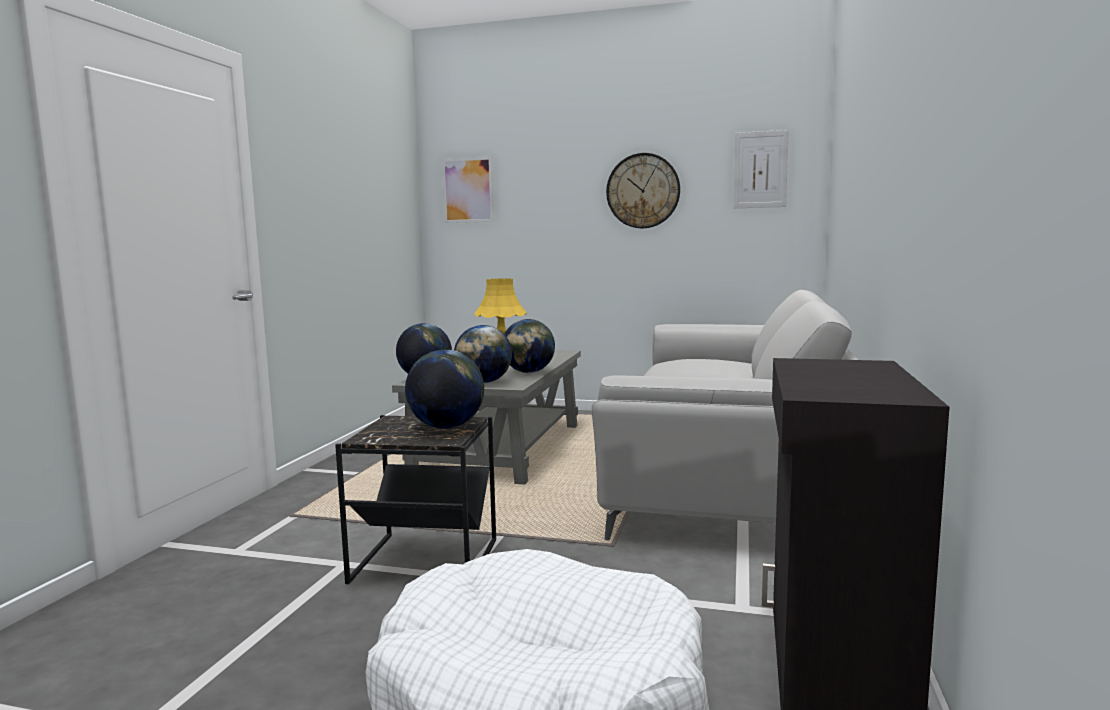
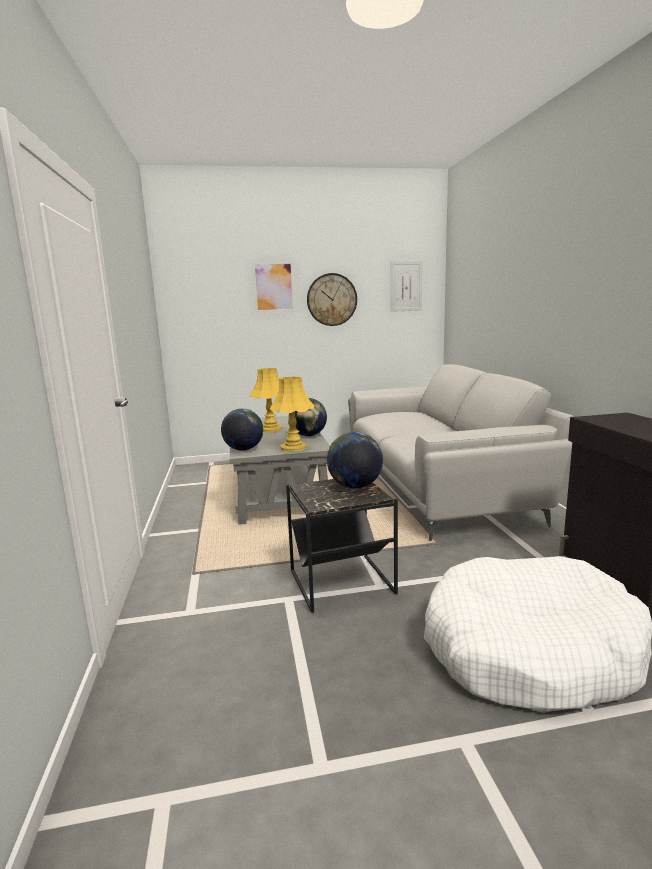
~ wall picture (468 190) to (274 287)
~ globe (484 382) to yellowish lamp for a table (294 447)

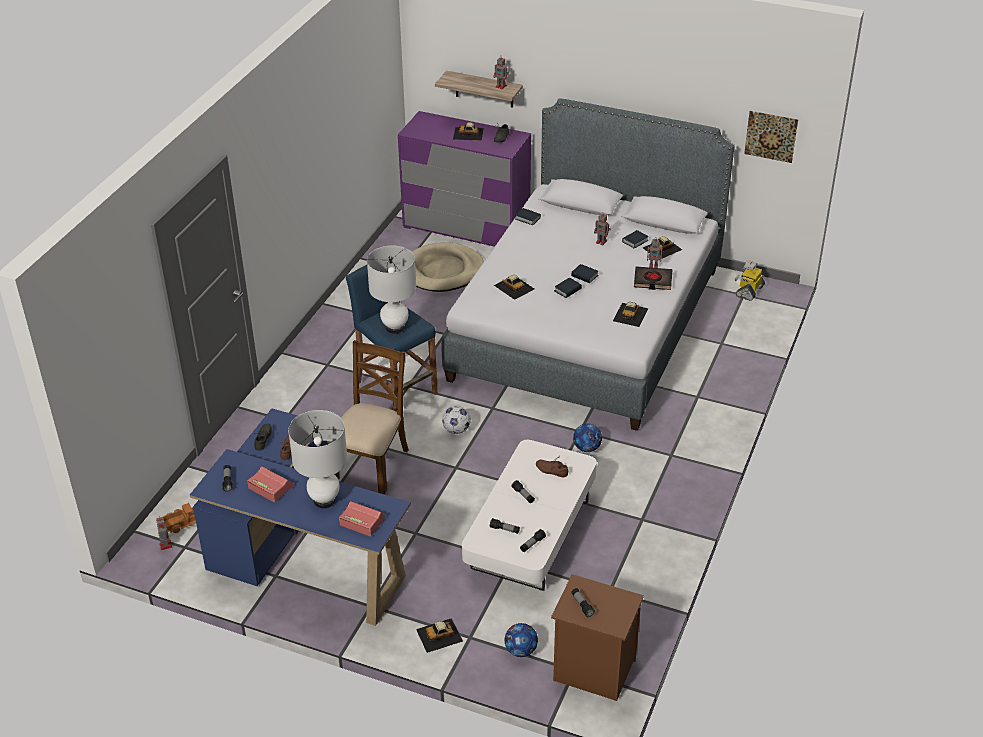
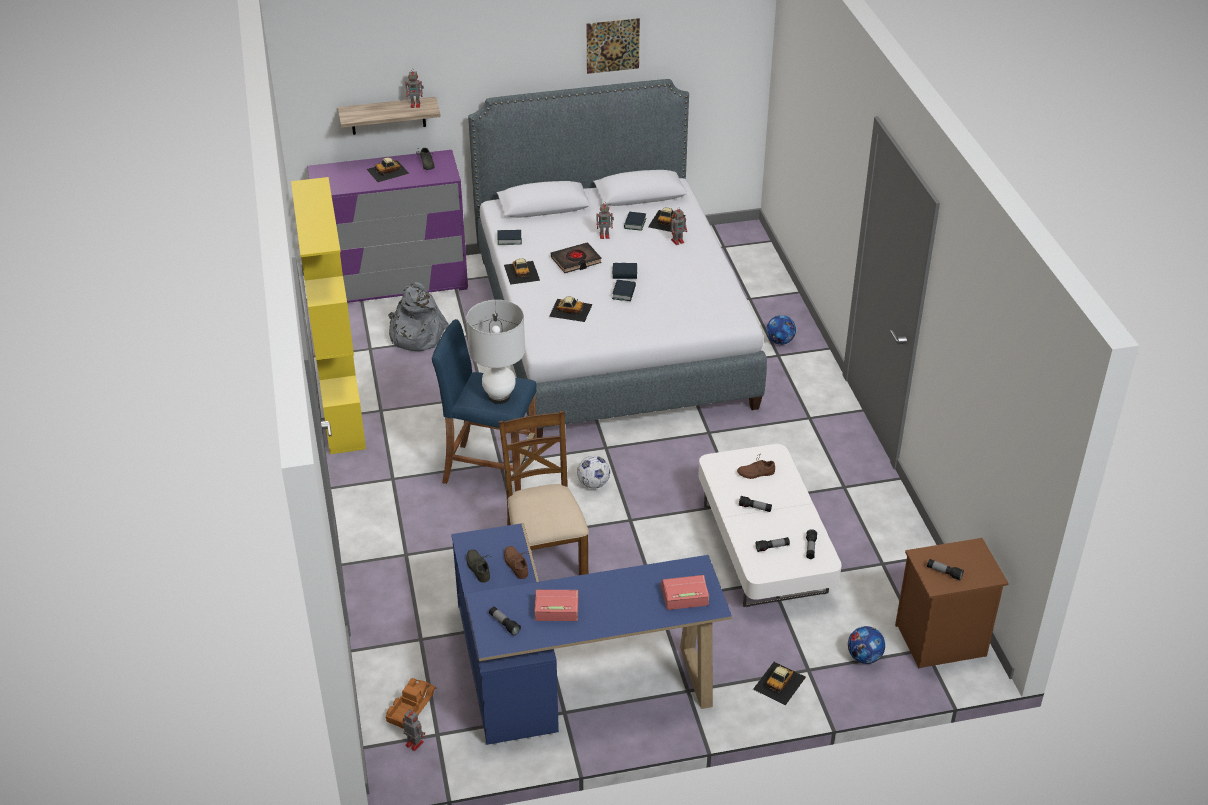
- whitish lamp for a table (324 500)
~ sand-coloured dog bed (442 271) to grey knapsack (416 335)
~ ball for football (587 448) to (780 341)
~ miniature car (630 314) to (522 272)
~ black volume (652 281) to (576 261)
- model robot (749 291)
~ wall picture (771 136) to (613 45)
+ yellowish shelving unit (341 411)

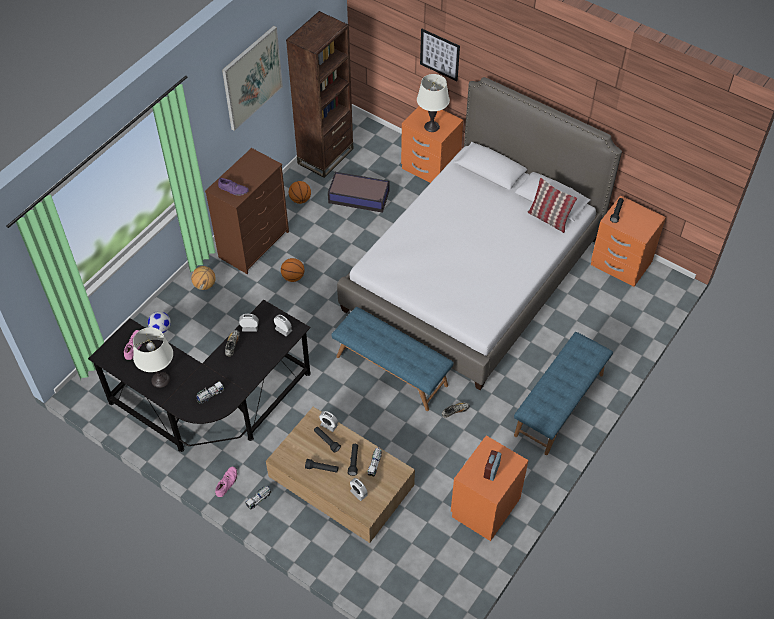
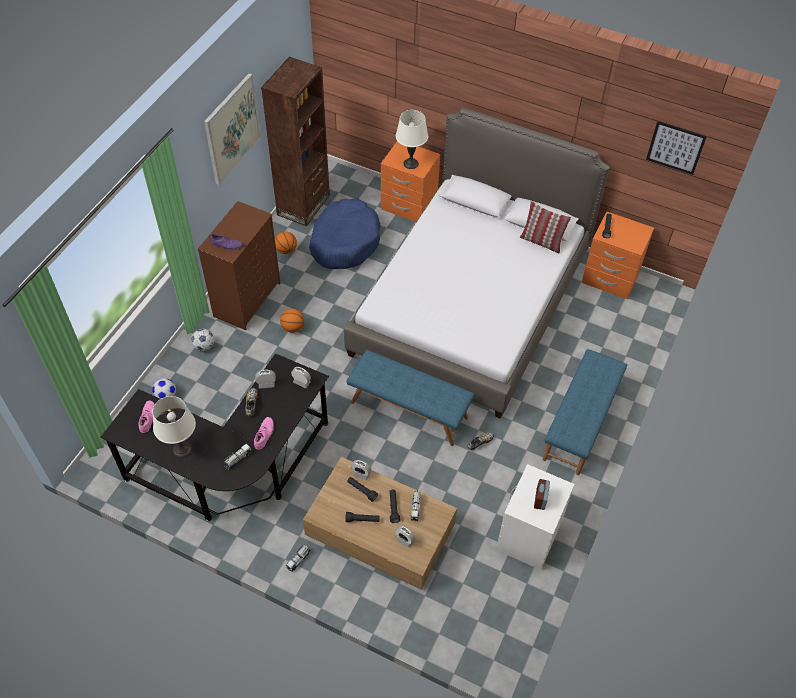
~ basketball ball (205 285) to ball for football (204 346)
~ pinkish low shoe (226 483) to (264 434)
~ storage bin (359 197) to blue dog bed (344 241)
~ wall picture (439 54) to (675 147)
~ orange bedside table (484 506) to whitish bedside table (528 535)

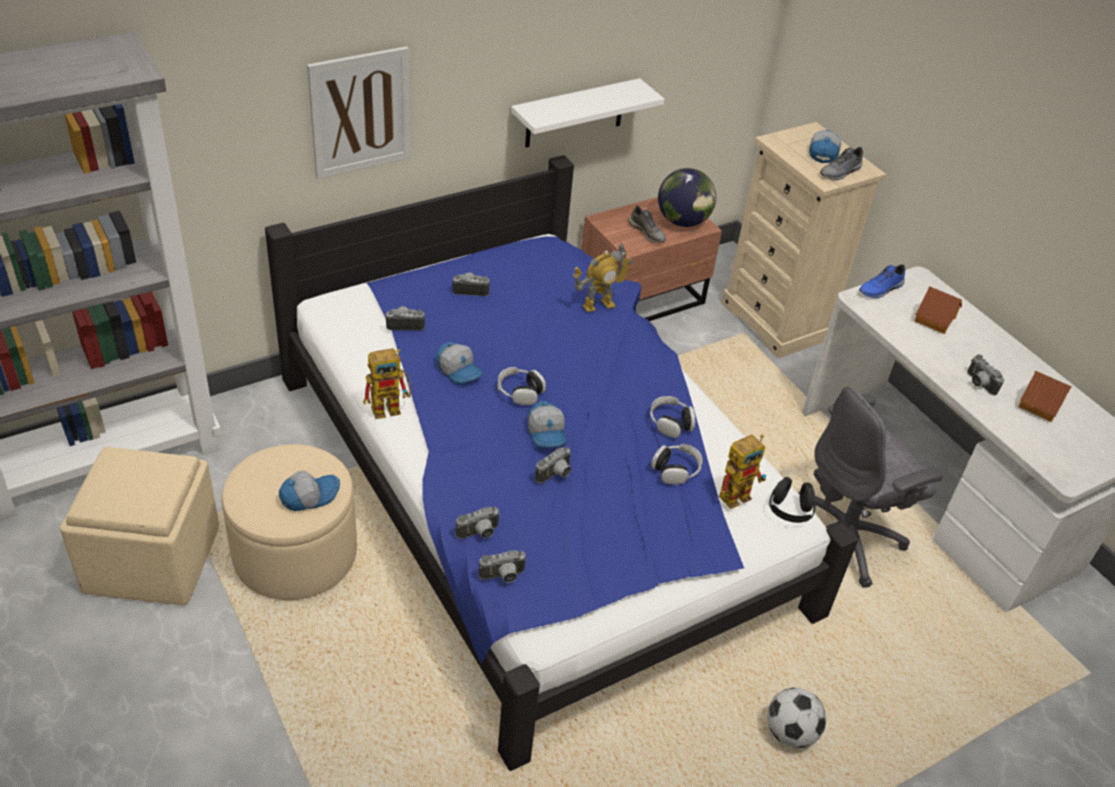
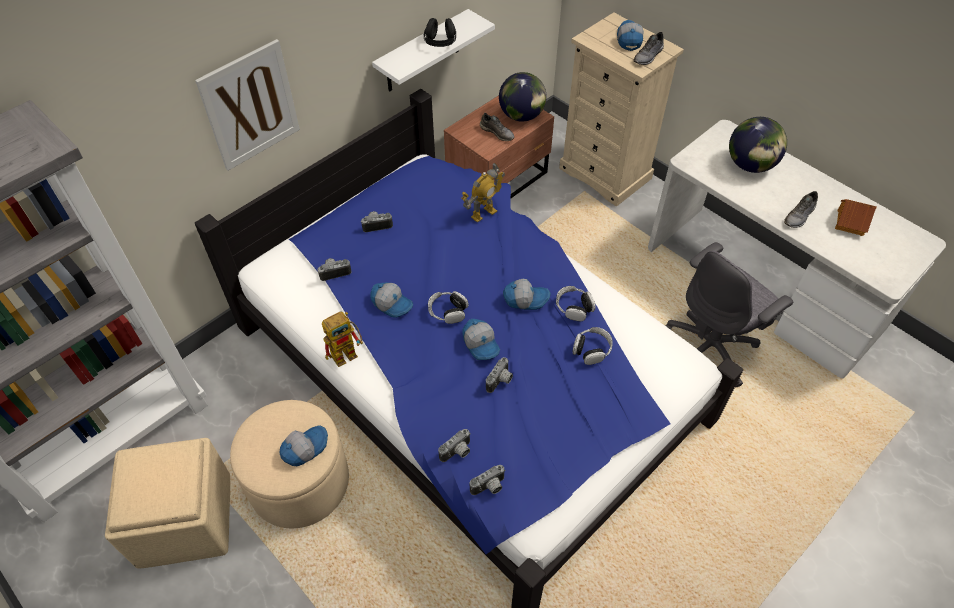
- model robot (738 493)
- ball for football (790 732)
~ black pair of headphones (789 511) to (440 43)
- blue low shoe (881 289)
~ toy house (935 319) to globe (750 165)
~ still camera (978 384) to grey low shoe (800 216)
+ peaked cap (525 298)

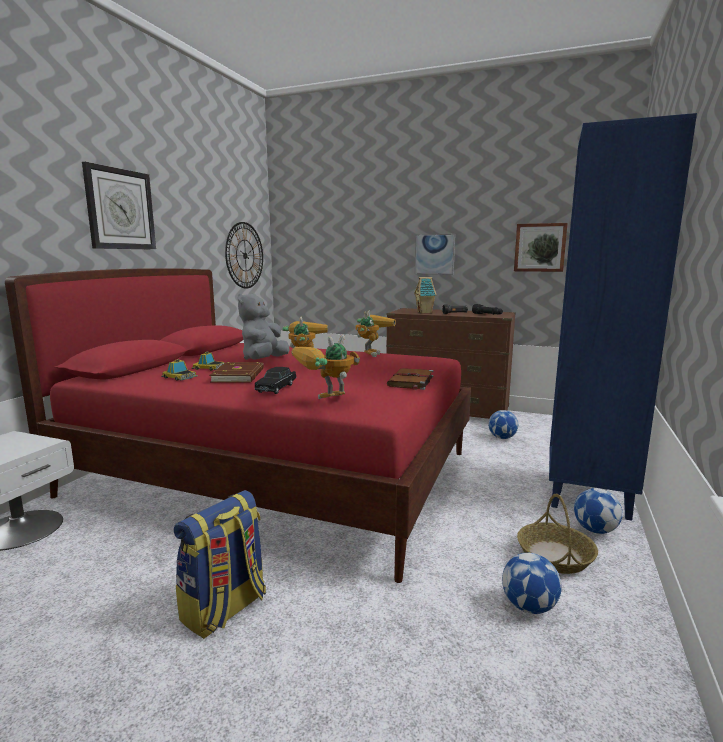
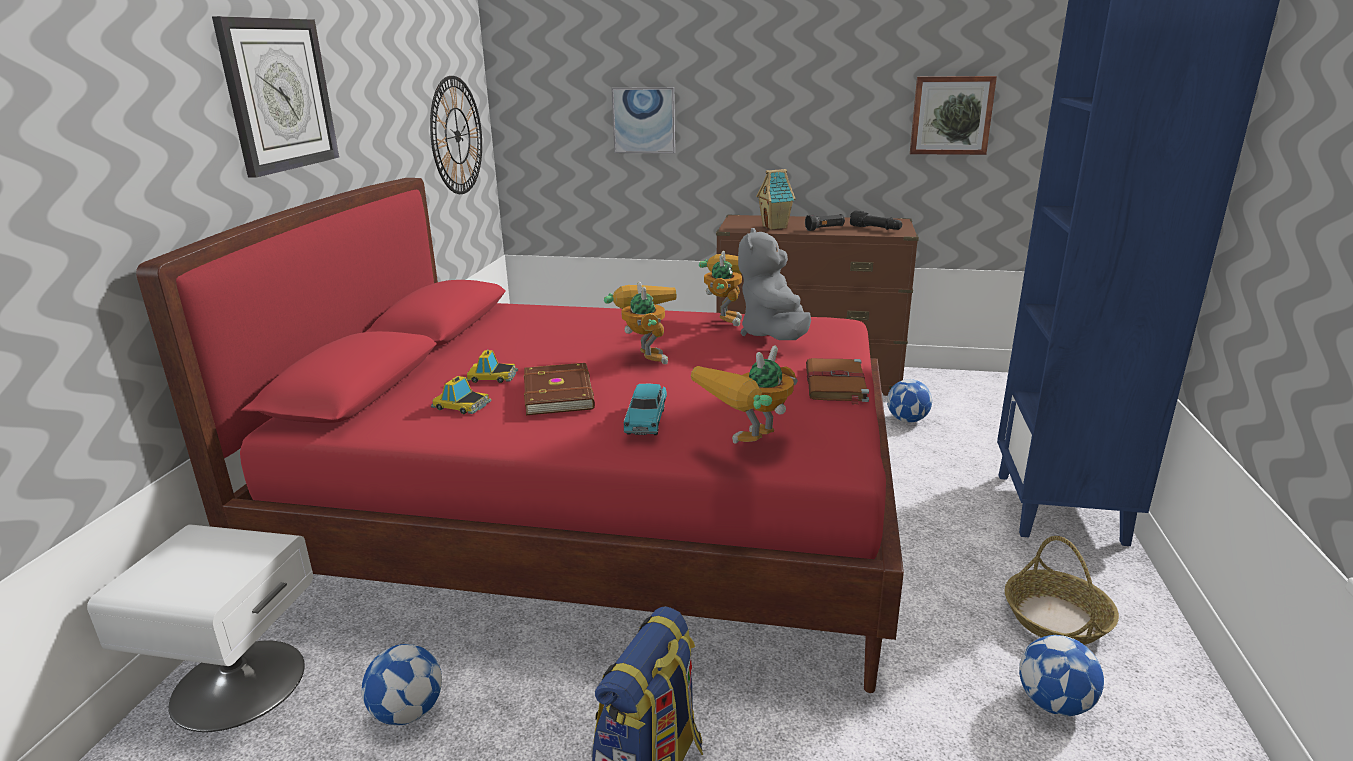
~ grey plush toy (264 360) to (774 335)
~ black miniature car (276 388) to blue-green miniature car (646 421)
~ wall picture (434 254) to (644 120)
~ ball for football (595 530) to (407 712)

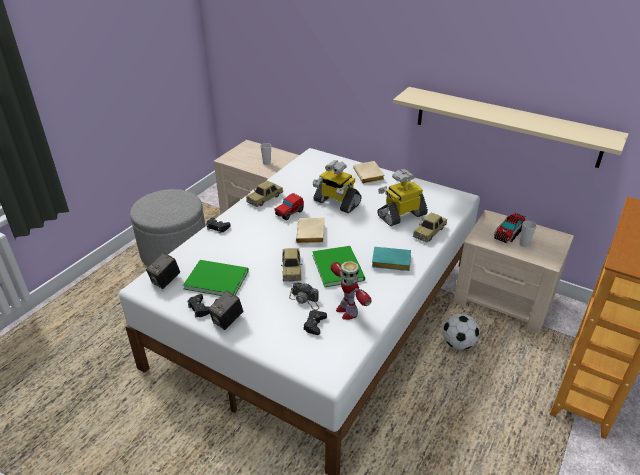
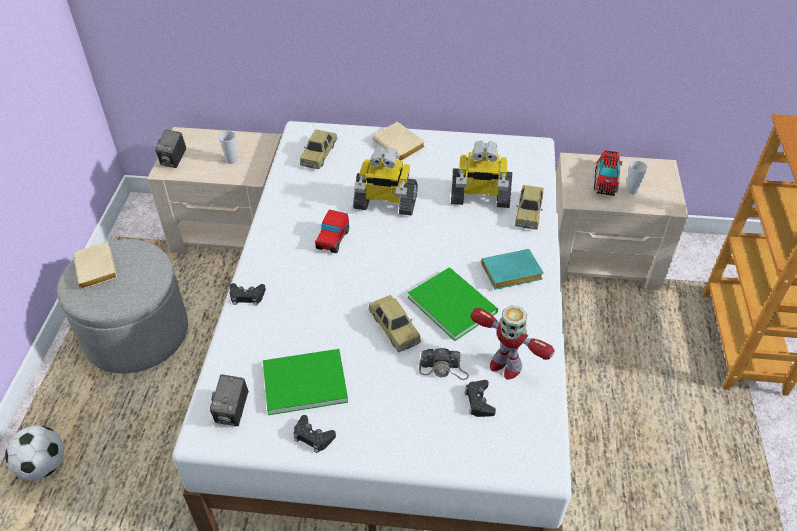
~ still camera (227 321) to (174 160)
~ miniature car (265 198) to (319 154)
~ sand-coloured volume (312 234) to (98 269)
~ model robot (401 215) = (479 197) 120 degrees counterclockwise
- sand-coloured shelf (506 126)
~ ball for football (458 344) to (43 466)

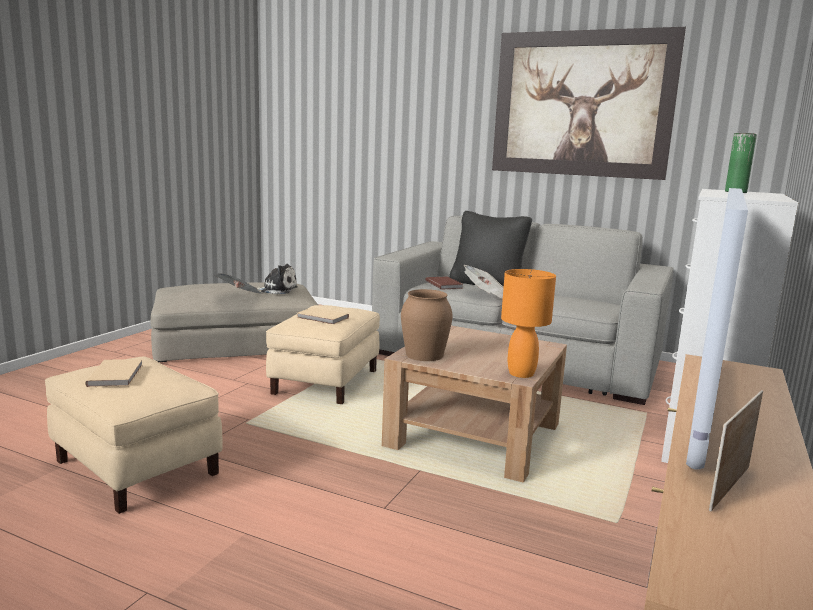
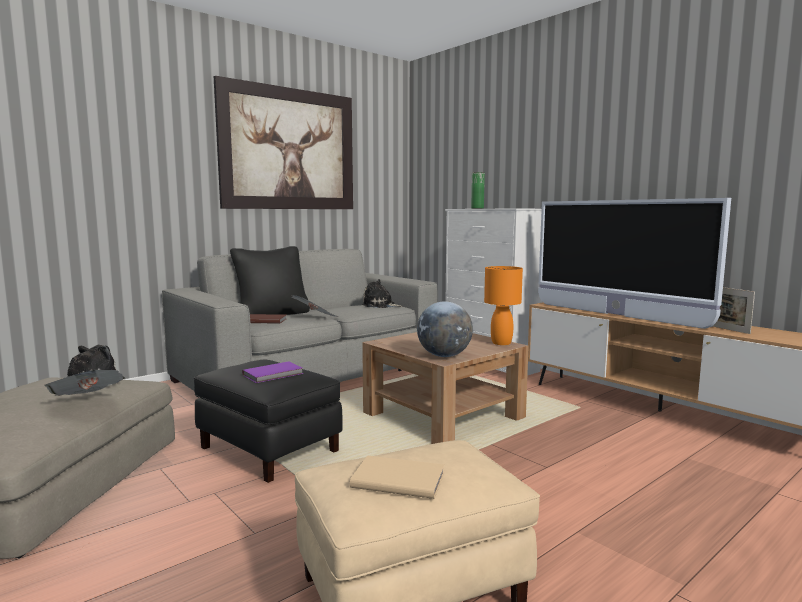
~ sand-coloured ottoman (325 382) to black ottoman (268 450)
~ sand-coloured volume (322 318) to purple-coloured volume (274 374)
~ brownish decorative vase (424 355) to globe (444 356)
+ plush toy (380 305)

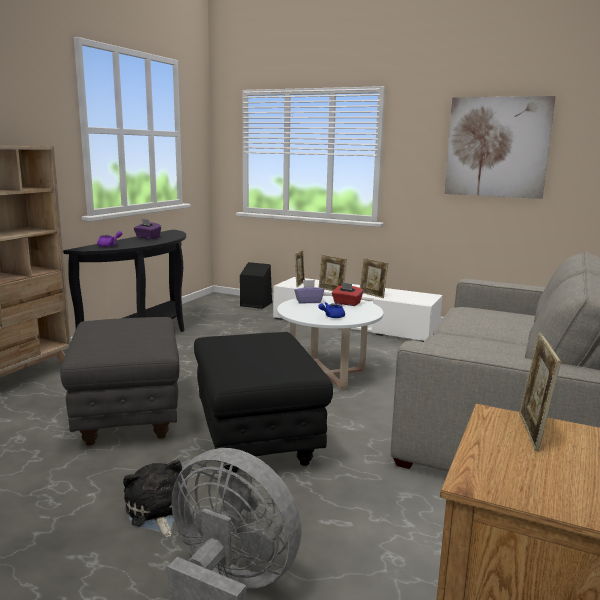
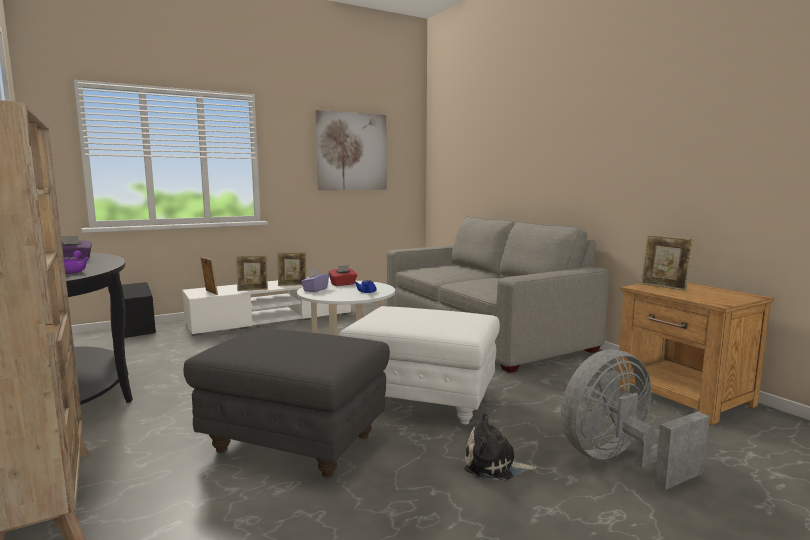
~ black ottoman (258 441) to whitish ottoman (424 401)

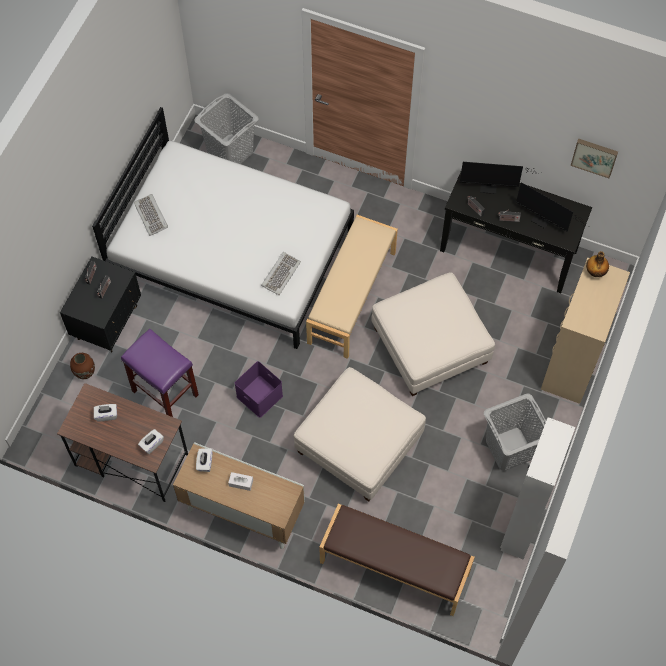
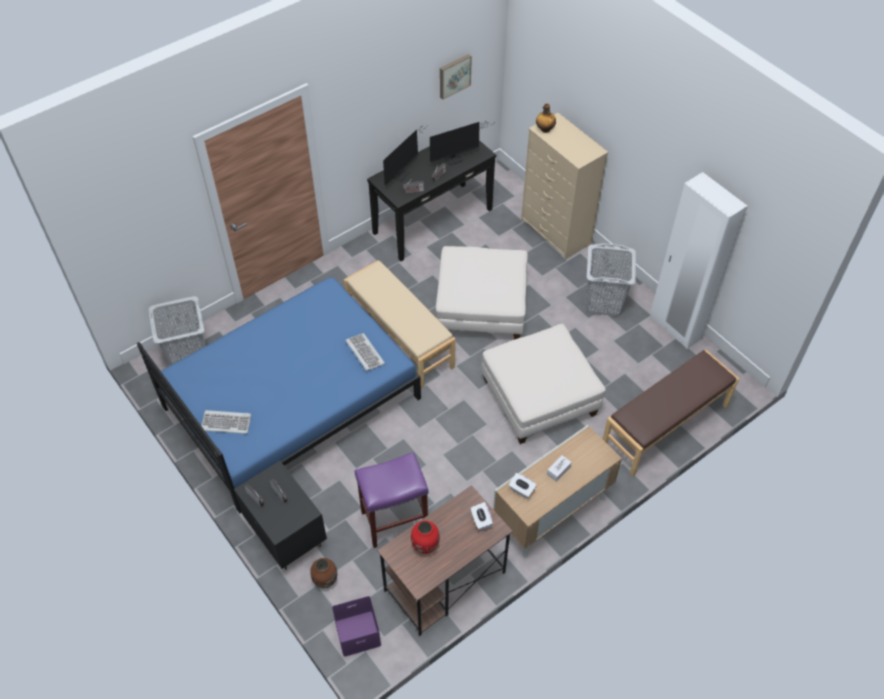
~ whitish sleeping bed (232 253) to blue sleeping bed (291 402)
~ whitish box of tissues (106 415) to reddish decorative vase (425 546)
~ purple-coloured storage bin (258 396) to (357 634)

